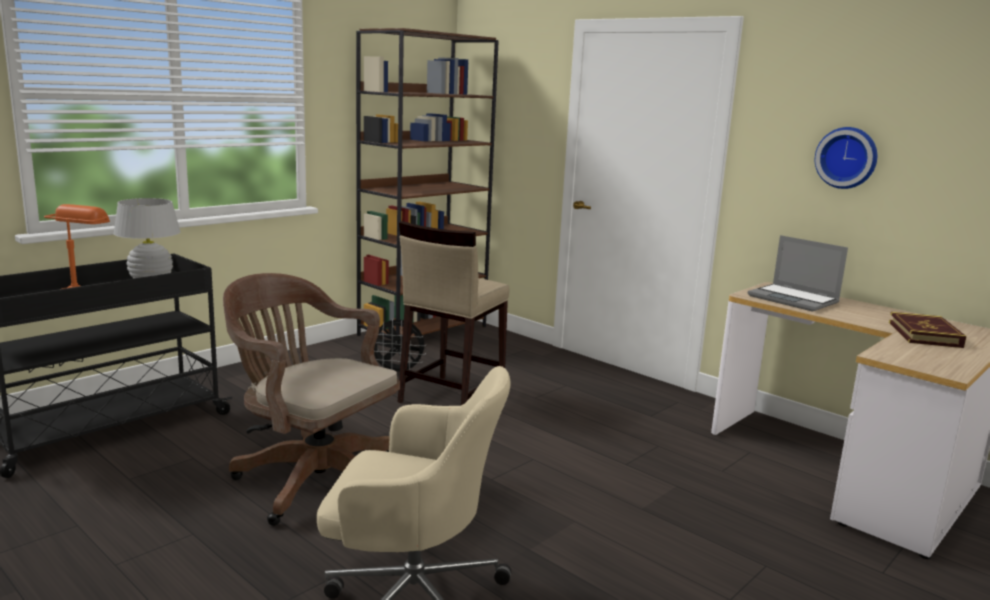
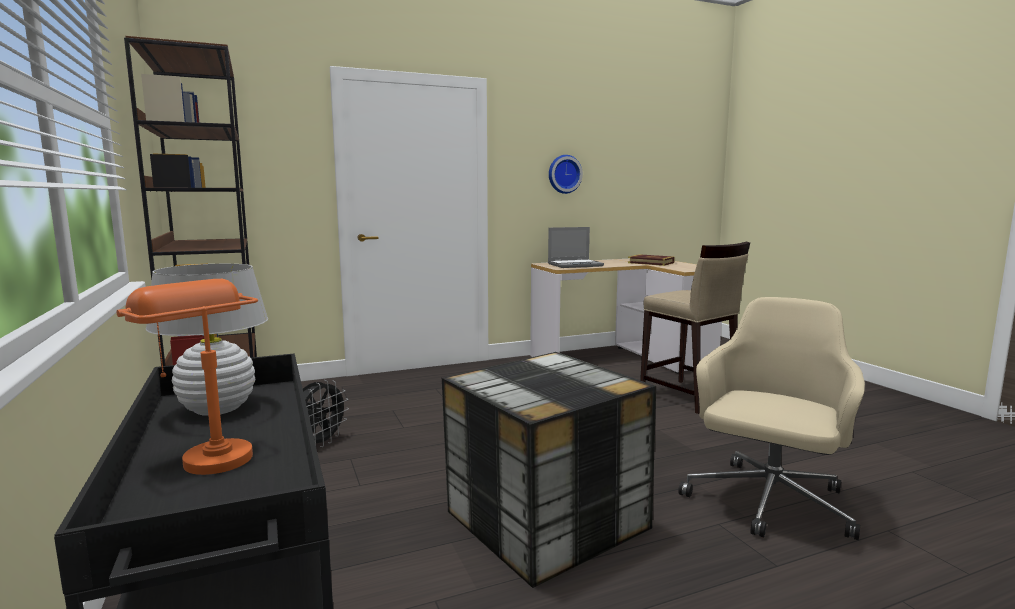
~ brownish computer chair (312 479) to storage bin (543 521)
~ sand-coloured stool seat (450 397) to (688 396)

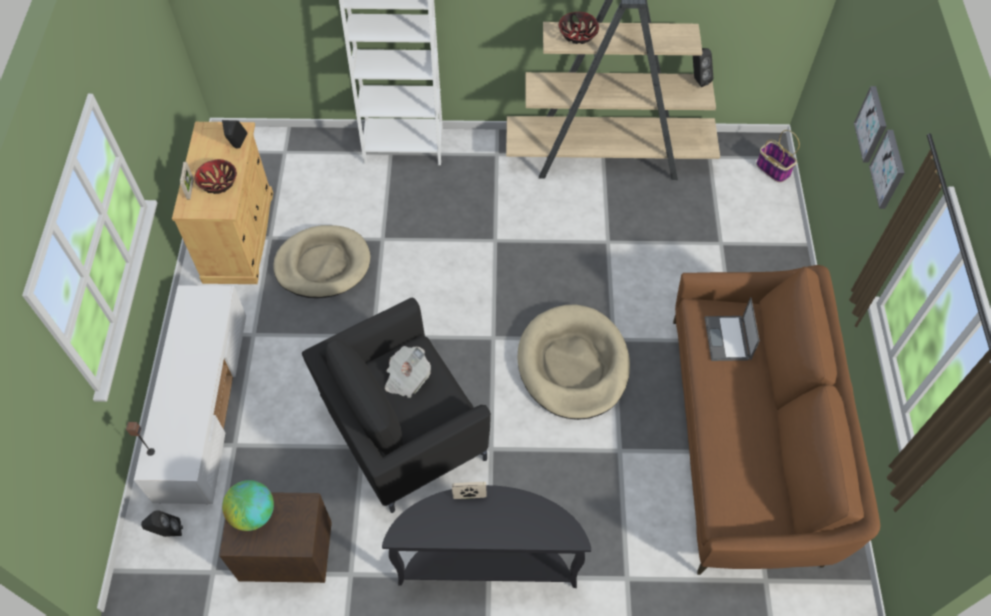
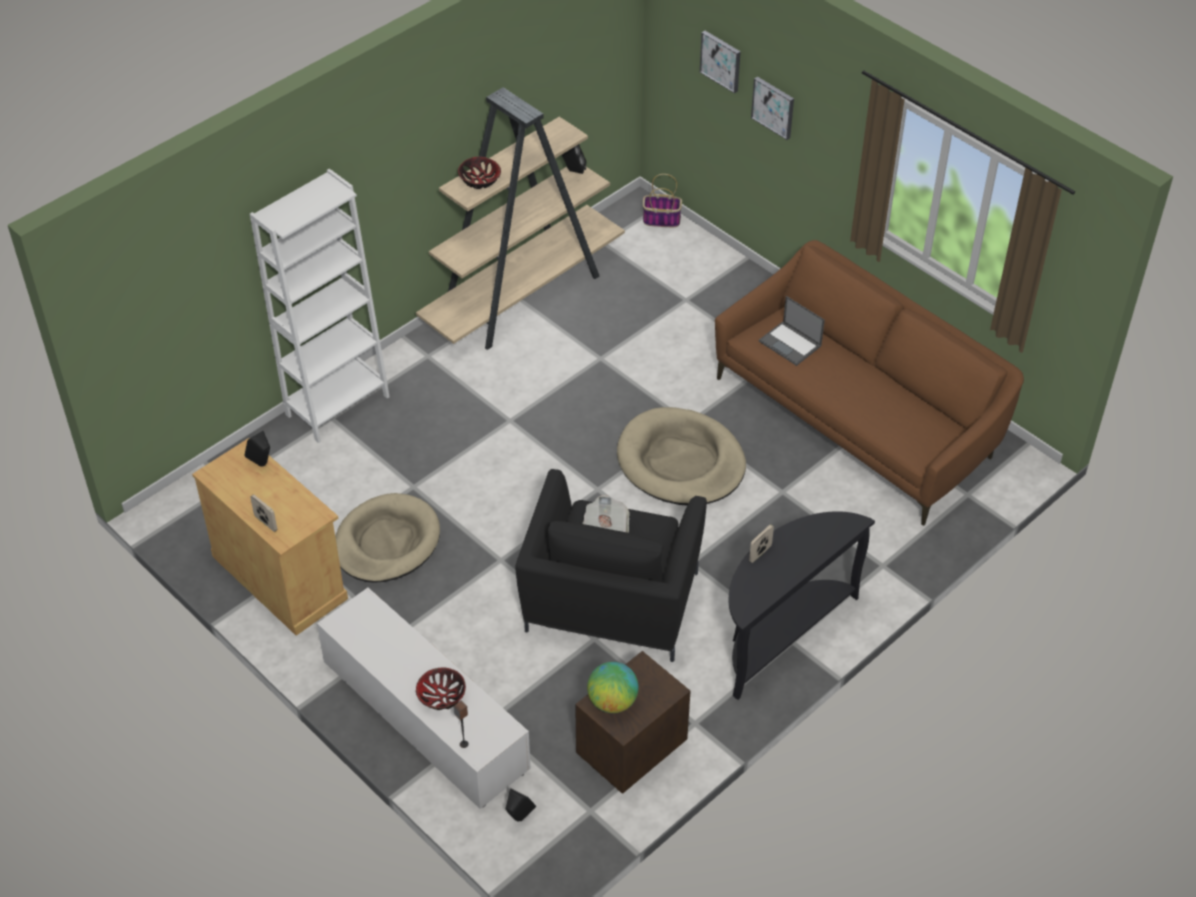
~ serving bowl (218 183) to (441 697)
~ wall picture (889 169) to (721 60)

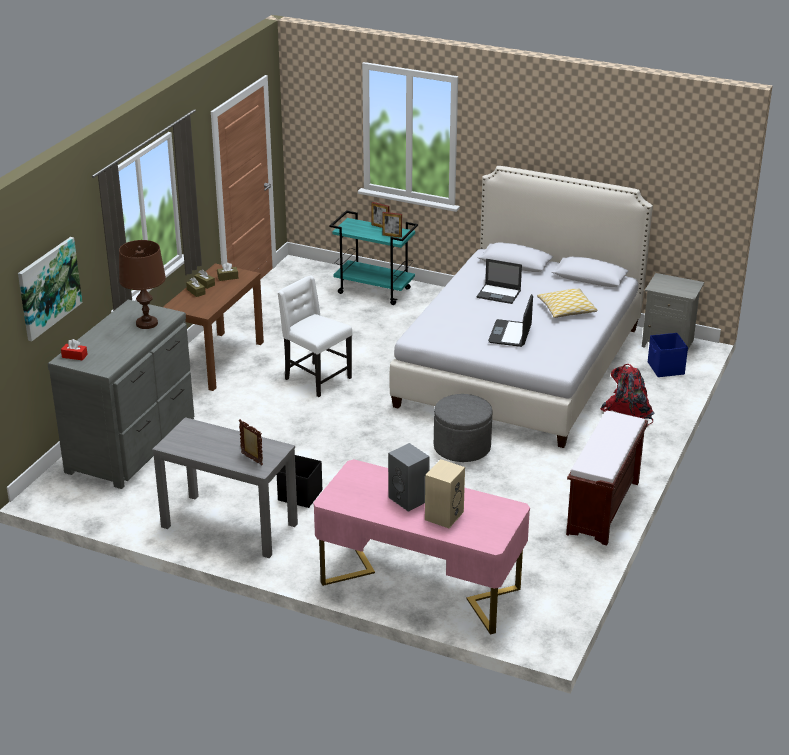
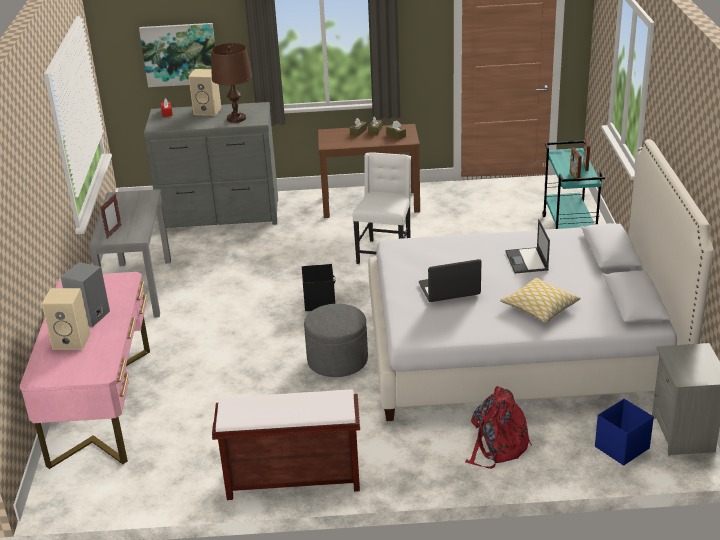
~ black storage bin (299 495) to (319 301)
+ sand-coloured loudspeaker (208 111)

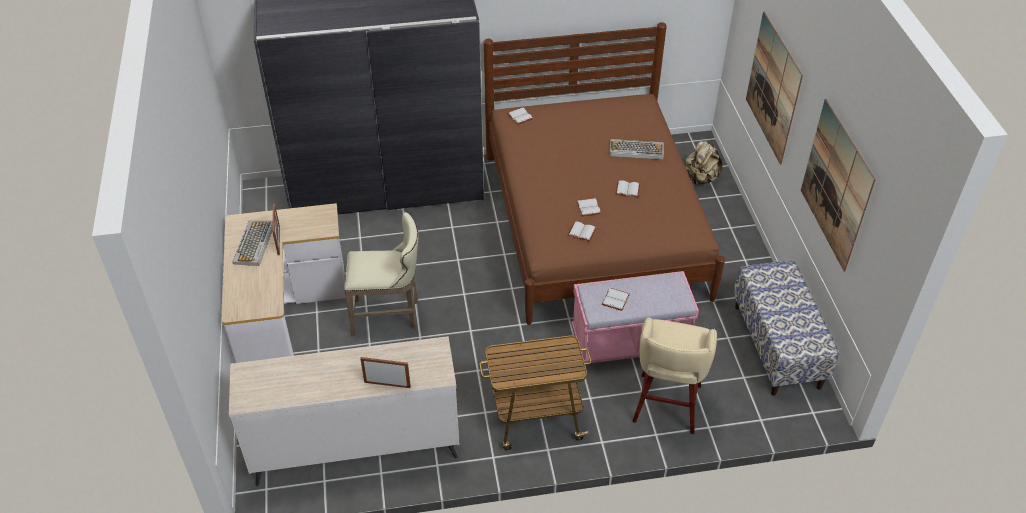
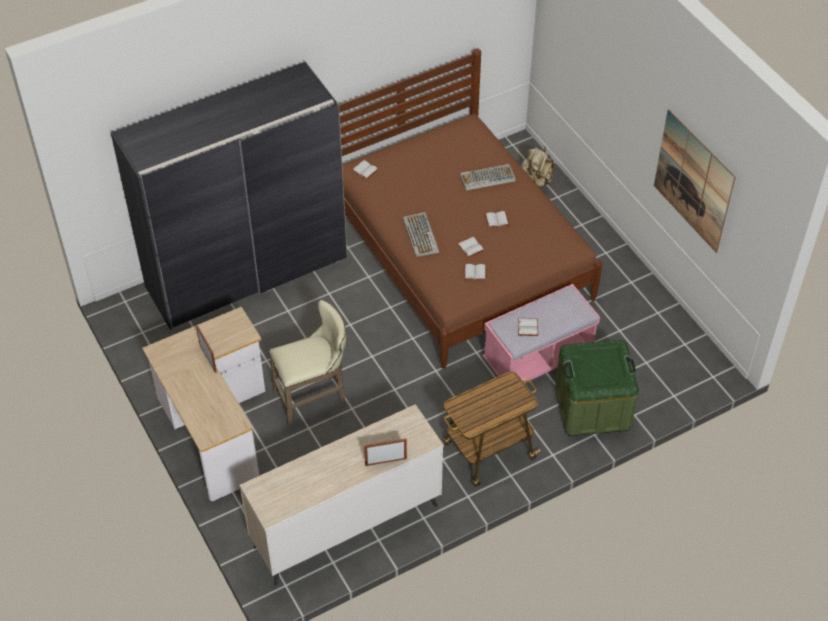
~ computer keyboard (254 244) to (421 235)
~ sand-coloured stool seat (666 405) to greenish storage bin (592 407)
- long seat (777 346)
- wall picture (773 88)

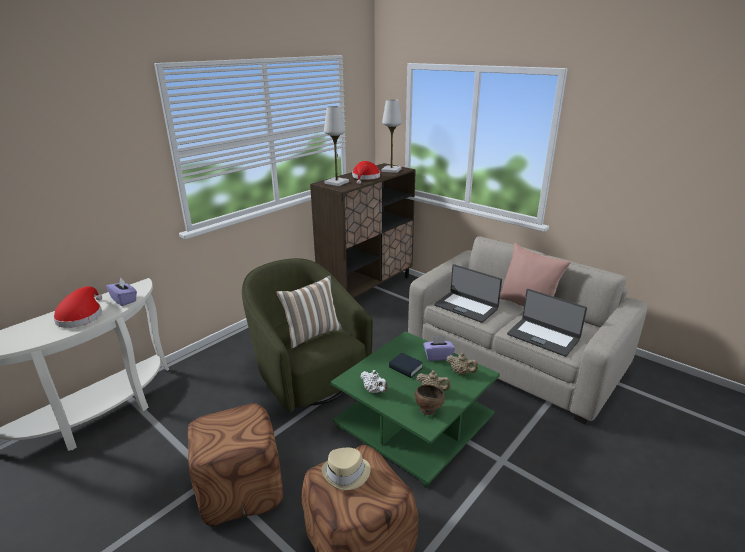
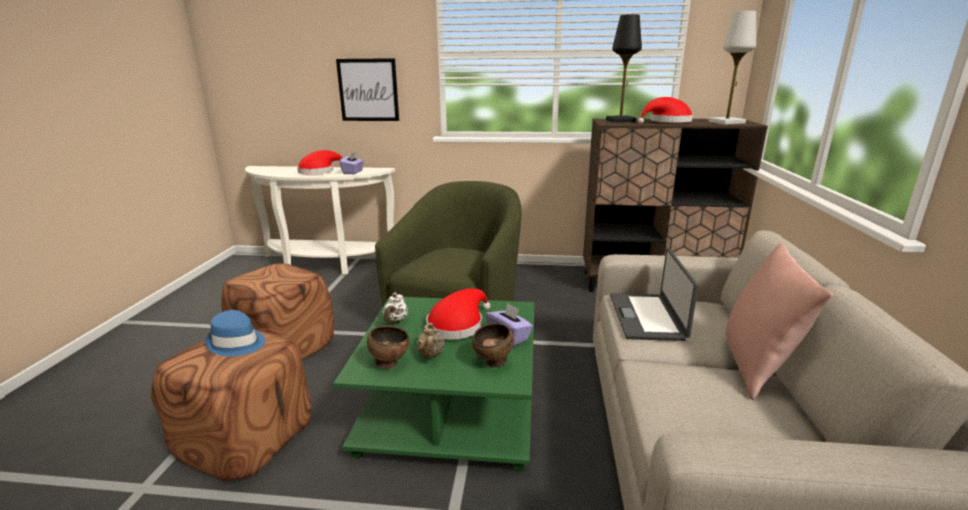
- pillow (312 334)
~ sand-coloured clothing hat (346 473) to blue clothing hat (236 343)
~ whitish lamp for a table (336 183) to black lamp for a table (620 120)
~ volume (405 368) to reddish clothing hat (458 325)
~ sand-coloured tea pot (461 372) to brownish serving bowl (493 363)
- portable computer (543 337)
+ wall picture (368 90)

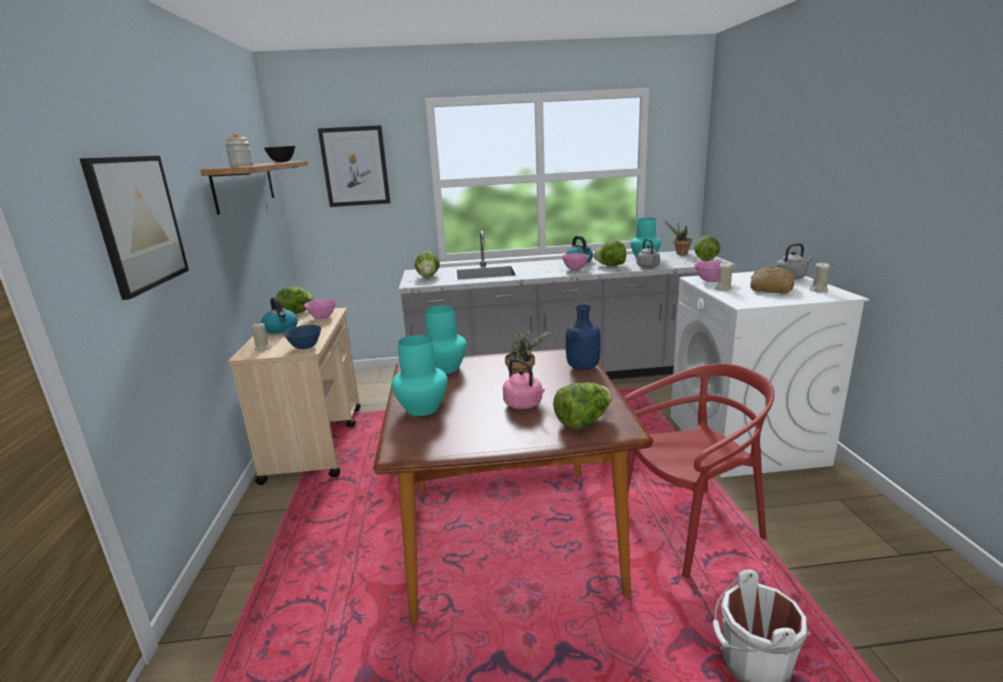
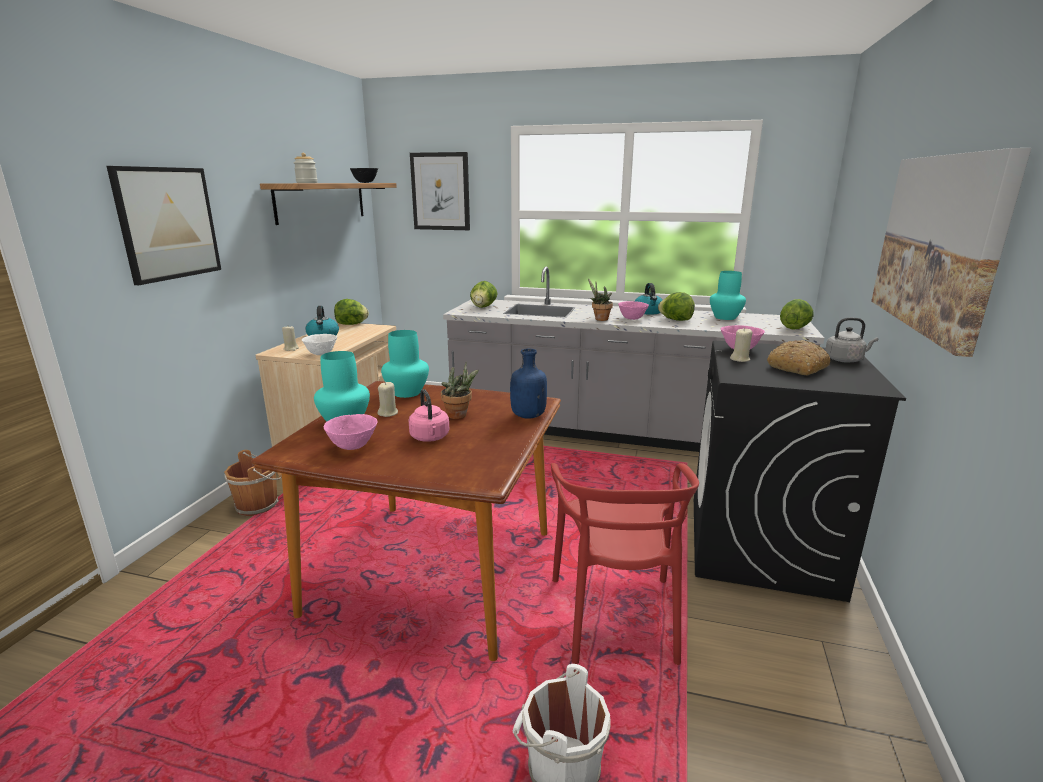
~ blue serving bowl (306 347) to whitish serving bowl (321 354)
~ pinkish serving bowl (323 317) to (353 447)
- head of lettuce (583 421)
~ reddish upright chair (690 527) = (616 616) 90 degrees clockwise
- grey tea kettle (648 267)
~ potted plant (680 253) to (599 319)
~ whitish laundry machine (745 440) to black laundry machine (762 546)
~ sand-coloured candle (818 290) to (388 413)
+ brownish water bucket (259 505)
+ wall picture (939 243)

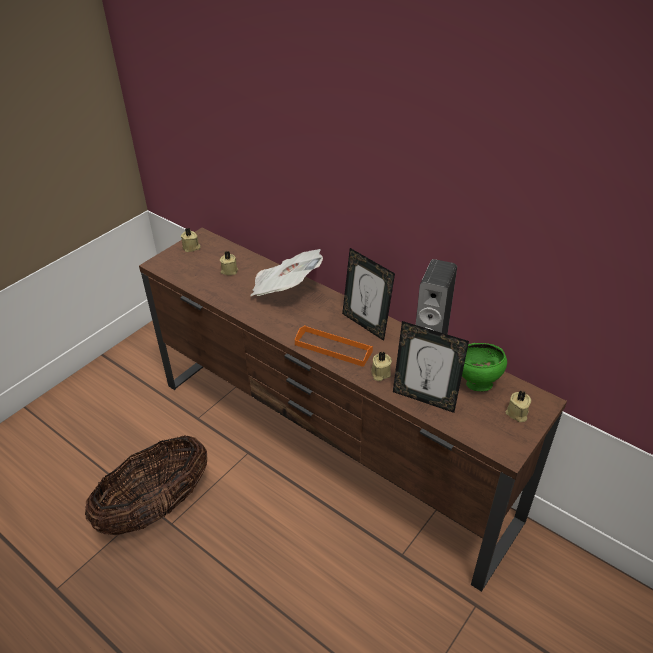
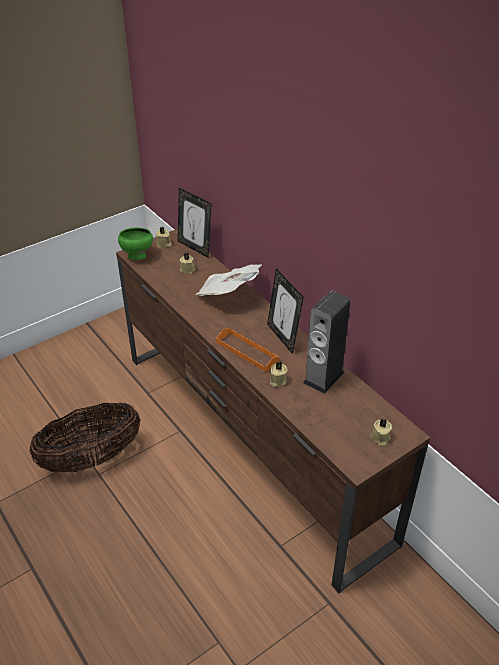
~ photo frame (424 398) to (195 247)
~ greenish serving bowl (476 383) to (137 256)

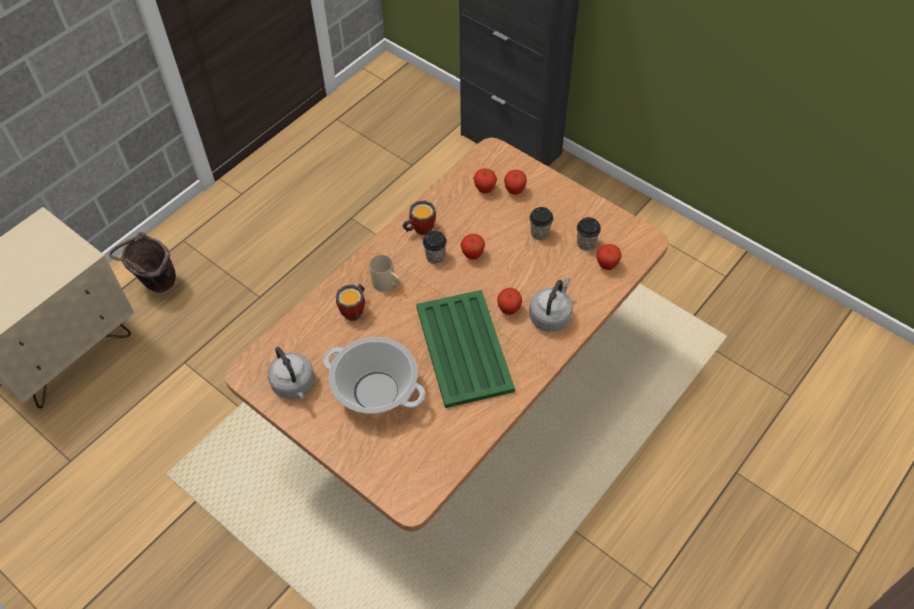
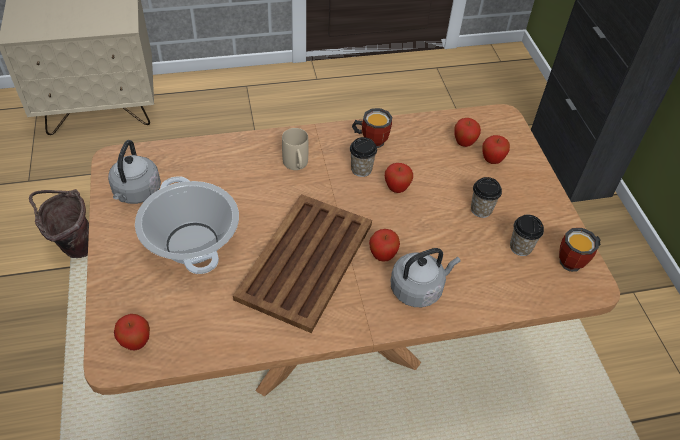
~ brownish water bucket (156 285) to (74 247)
~ tea mug (356 310) to (575 262)
~ greenish tray (464 349) to brownish tray (304 262)
~ apple fruit (606 265) to (136 342)

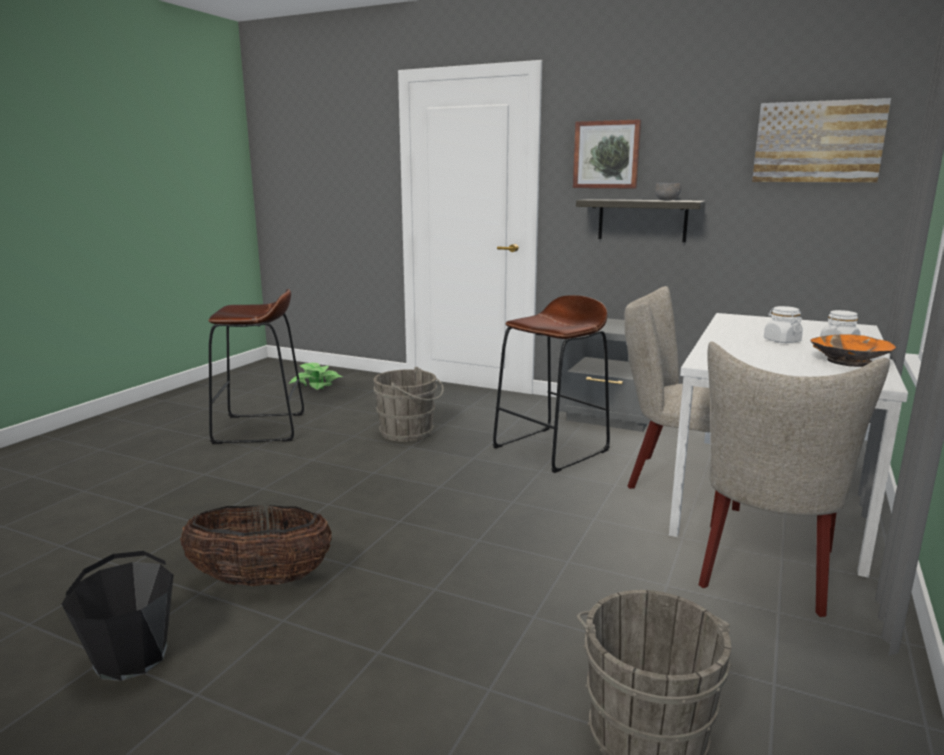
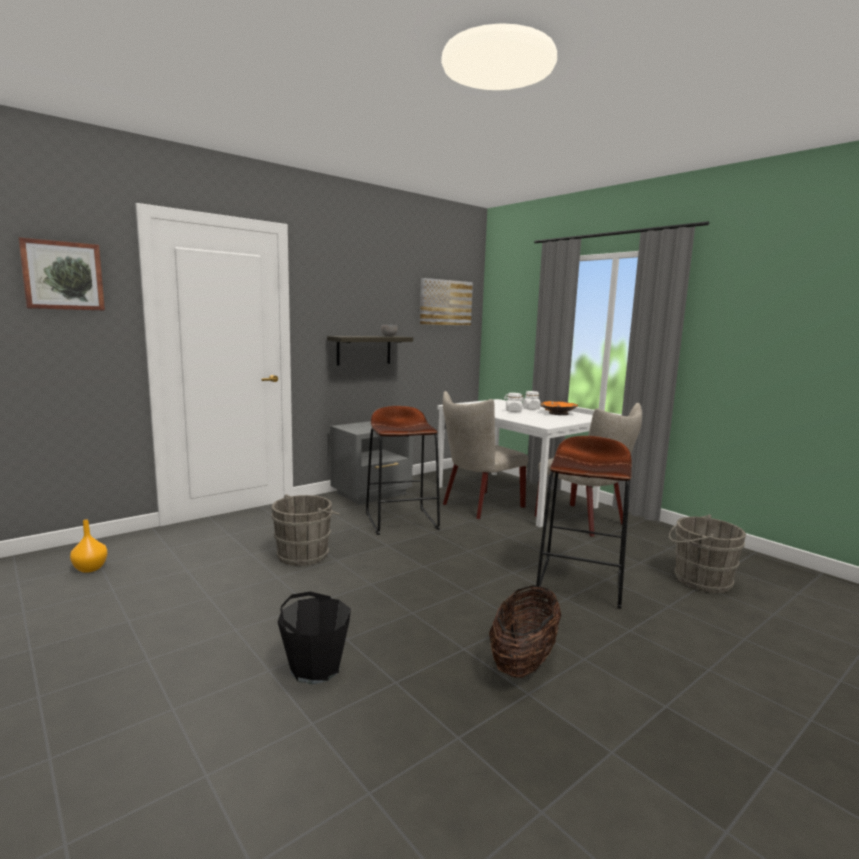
~ black water bucket (131 657) to (315 667)
~ brownish stool seat (260 428) to (580 582)
~ potted plant (317 384) to orange decorative vase (90 568)
~ wall picture (606 155) to (63 275)

